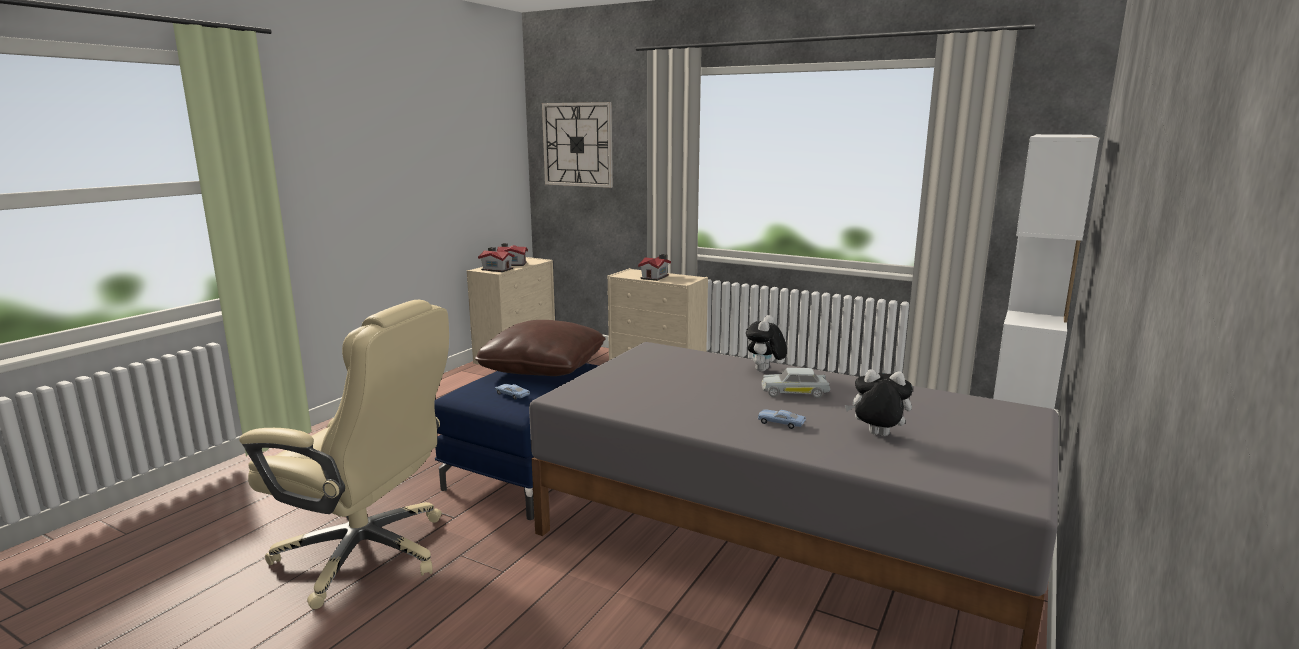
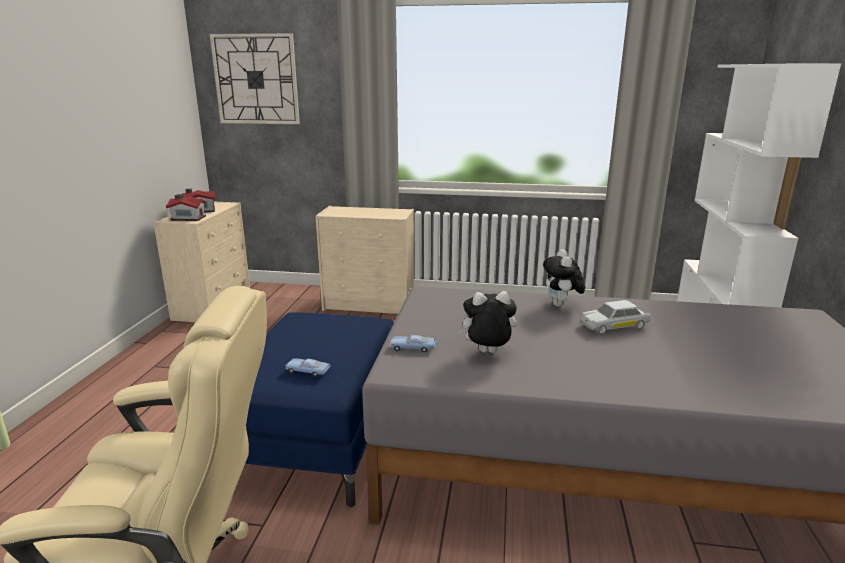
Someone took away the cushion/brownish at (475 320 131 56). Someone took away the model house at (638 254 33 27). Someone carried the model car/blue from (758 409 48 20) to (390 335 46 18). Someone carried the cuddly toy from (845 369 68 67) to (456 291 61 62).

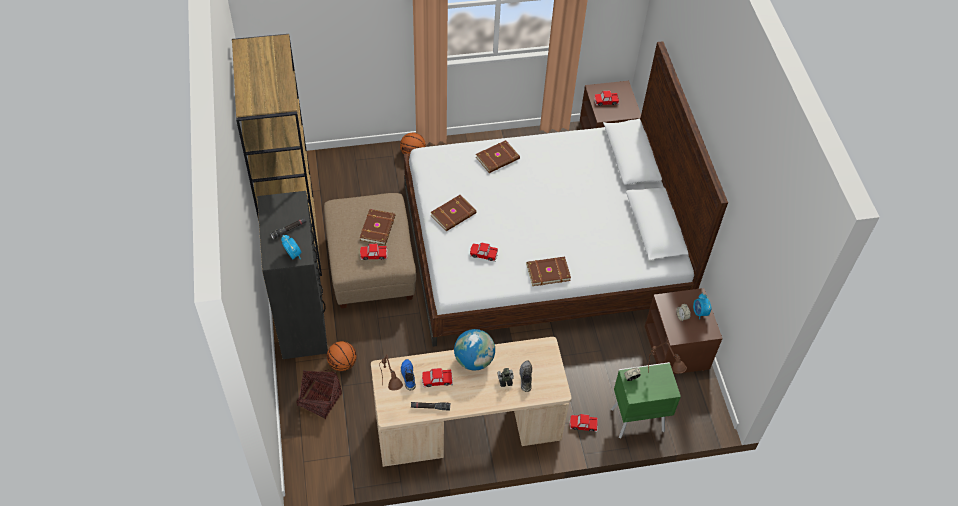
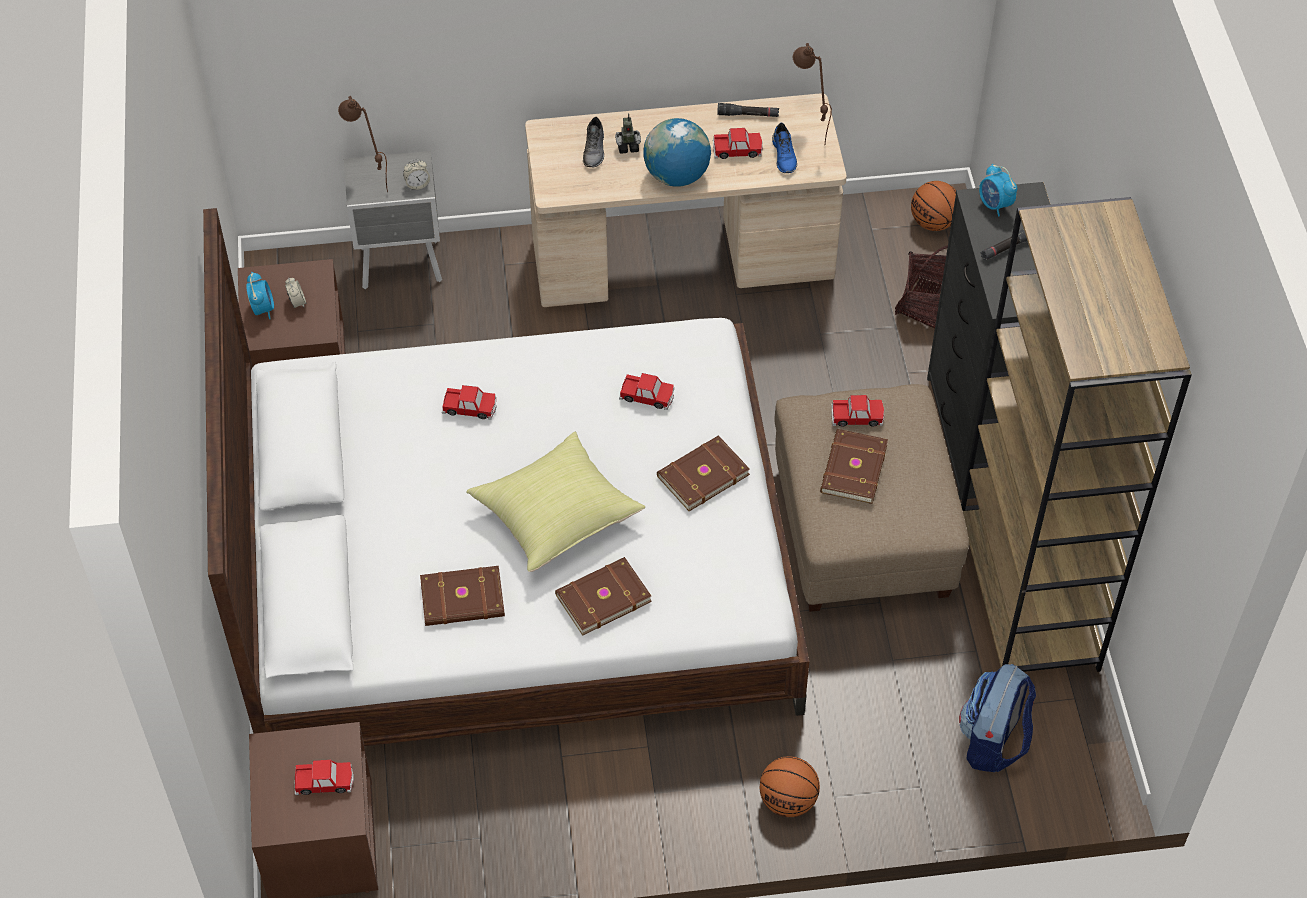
Someone carried the ball for basketball from (327 341 30 30) to (911 181 45 50). Someone carried the volume/brownish from (527 257 44 29) to (420 566 85 60). Someone carried the model car from (569 414 29 18) to (442 385 55 35). Someone repainted the night table/greenish at (611 362 70 77), which became the night table/gray at (344 151 98 138). Someone put down the cushion/yellow-coloured at (466 432 179 140). Someone put down the backpack at (959 664 77 108).

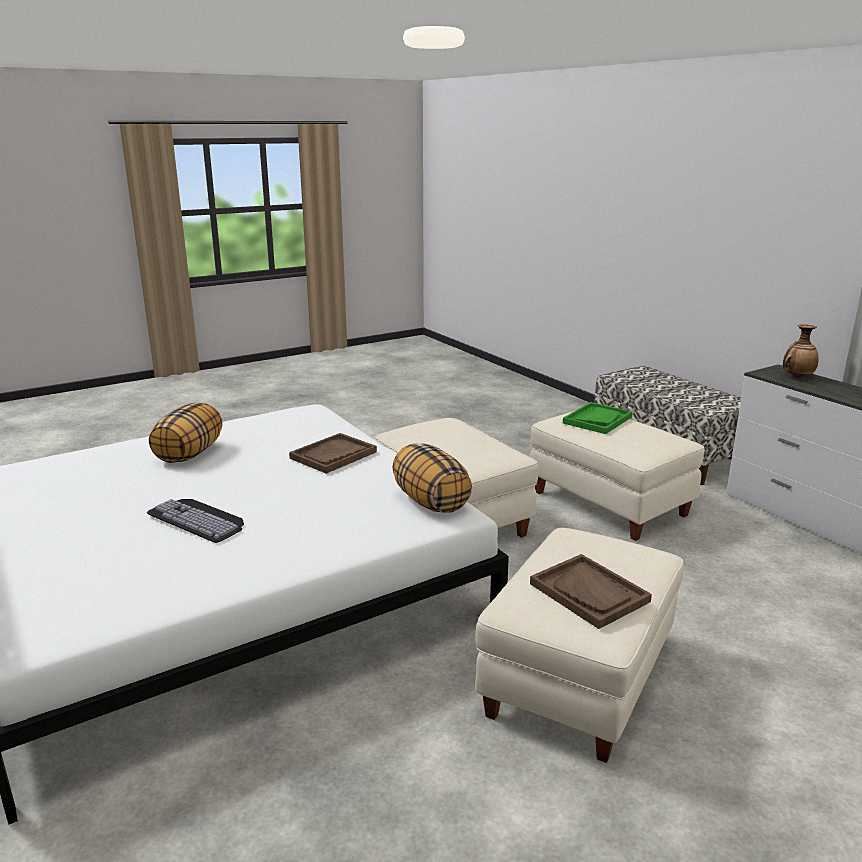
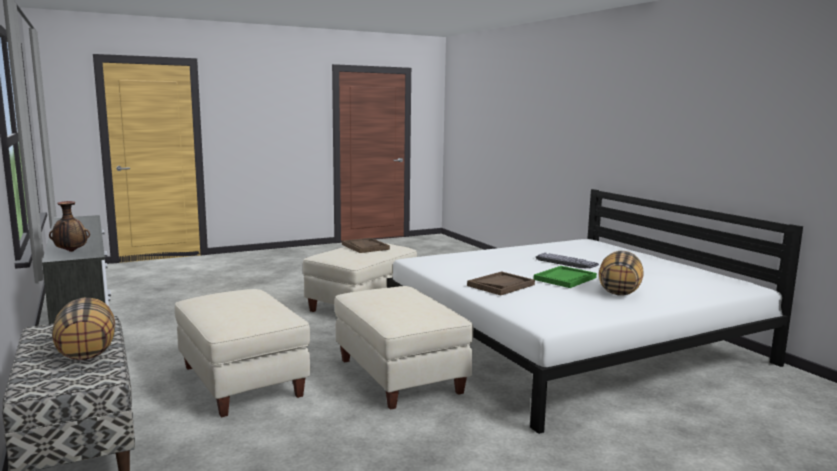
Someone carried the cushion from (392 444 80 69) to (52 298 63 62). Someone carried the carrying tray/greenish from (563 402 70 32) to (533 266 64 22).

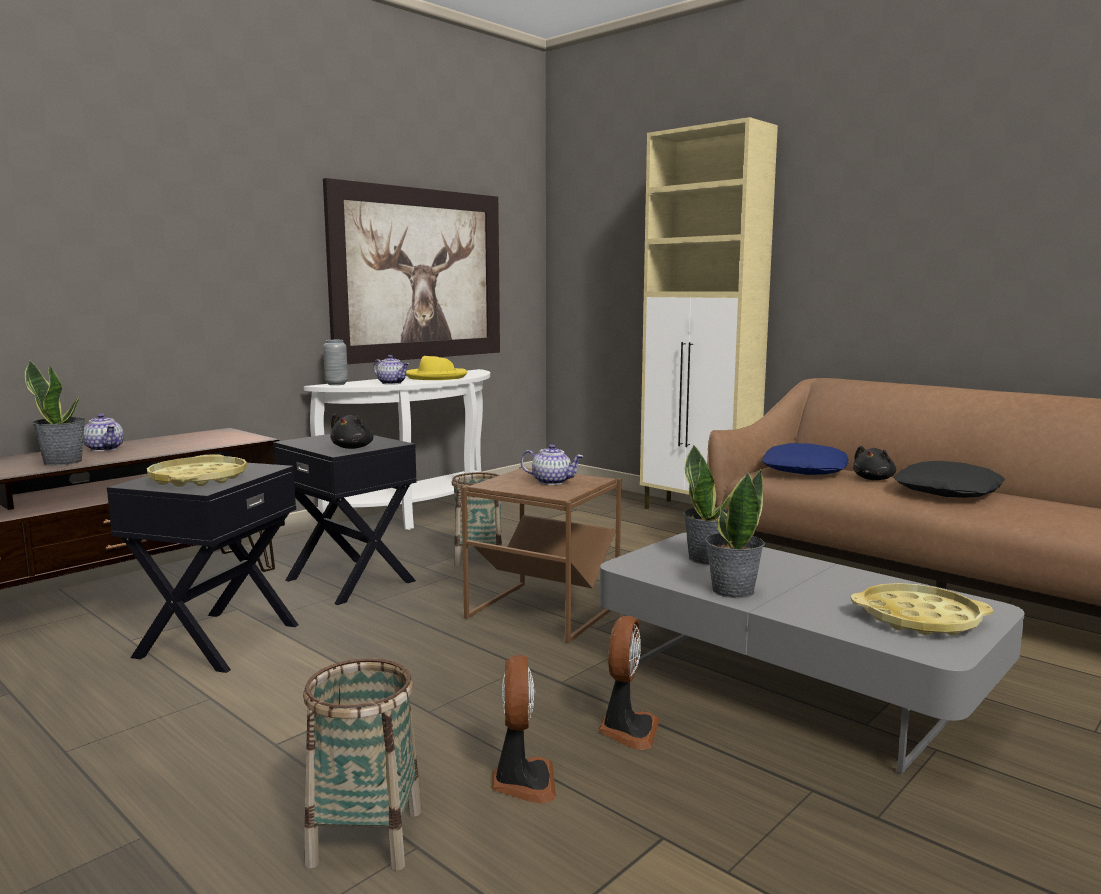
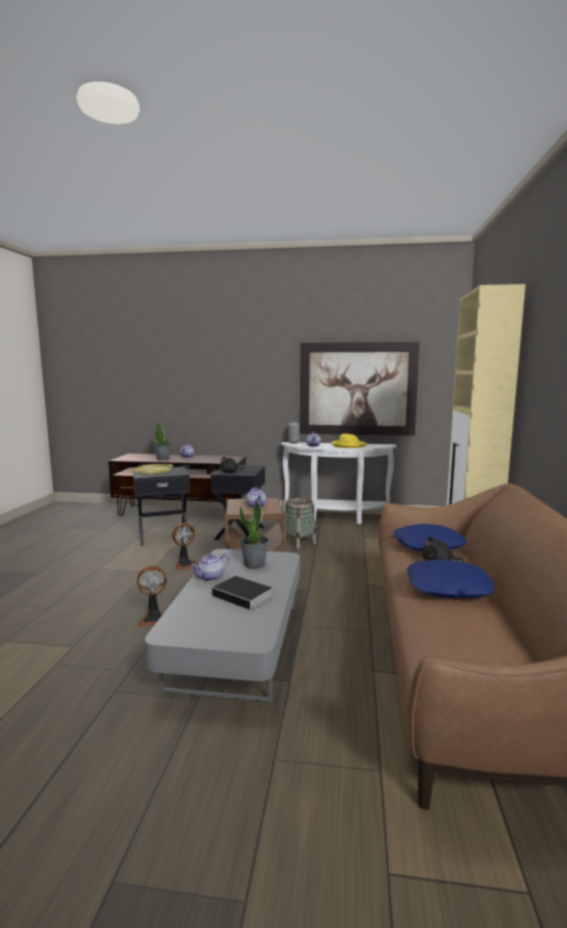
Someone took away the household basket at (303 658 119 213). Someone carried the cooling fan from (491 655 65 148) to (172 523 26 47). Someone swapped the plant in a pot at (705 469 60 130) for the pot for tea at (191 553 38 28). Someone took away the carrying tray/yellow-coloured at (851 583 142 52). Someone repainted the cushion/black at (894 461 111 37), which became the cushion/blue at (407 559 88 40). Someone put down the volume at (212 576 60 36).

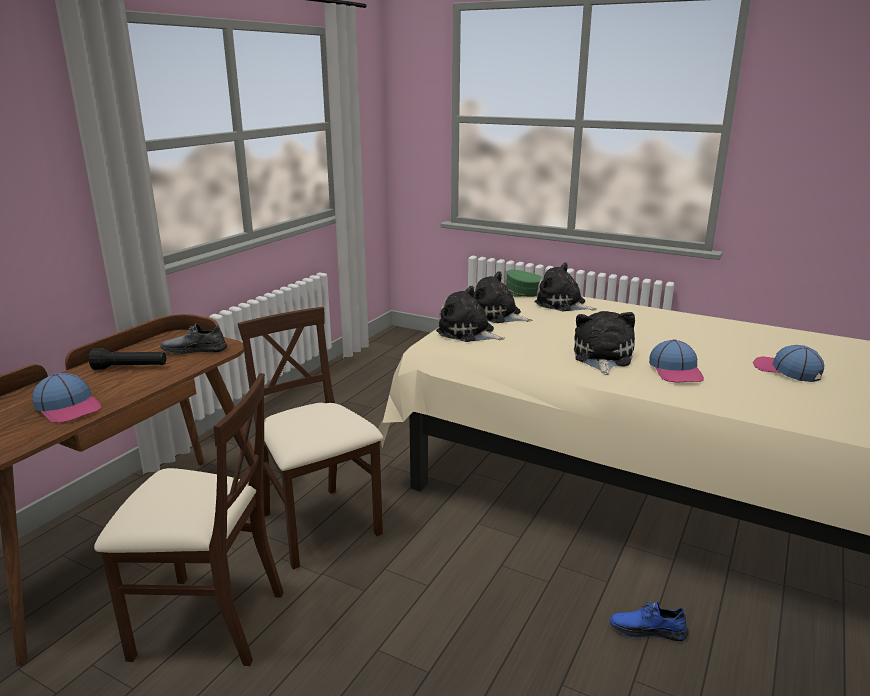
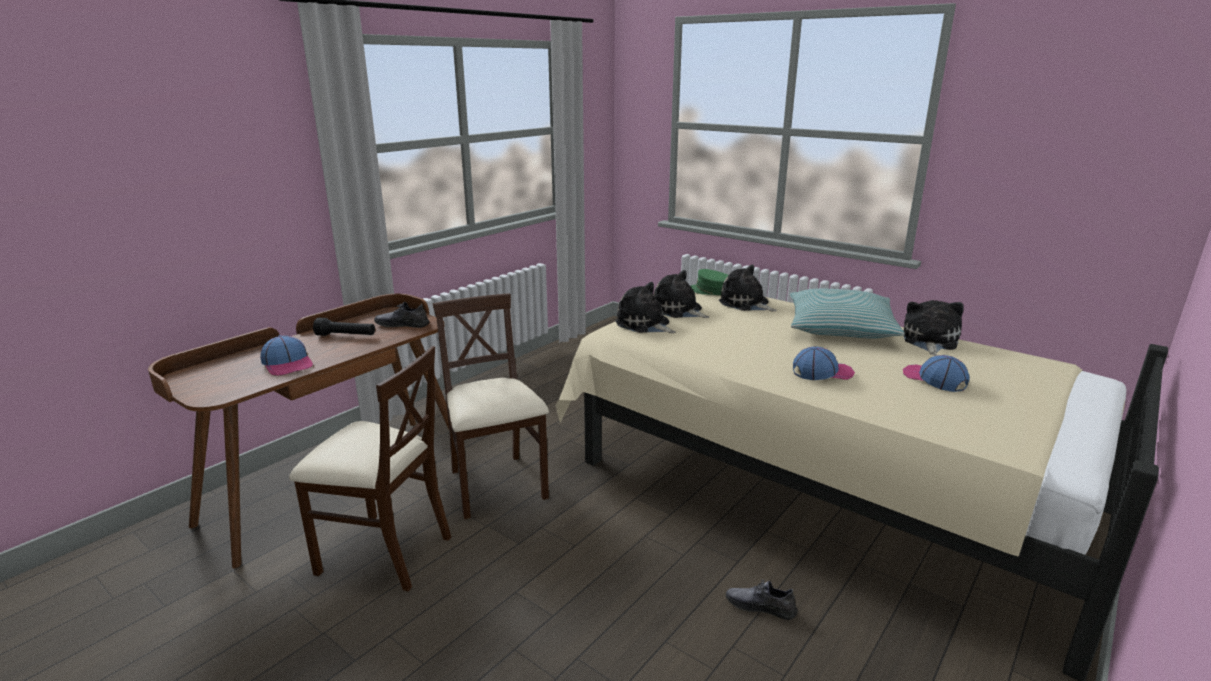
Someone carried the cuddly toy from (574 311 61 64) to (904 300 60 56). Someone repainted the shoe/blue at (610 601 79 40), which became the shoe/gray at (726 580 72 40). Someone rotated the cap at (649 339 55 44) by 105 degrees counterclockwise. Someone put down the cushion at (790 289 115 50).

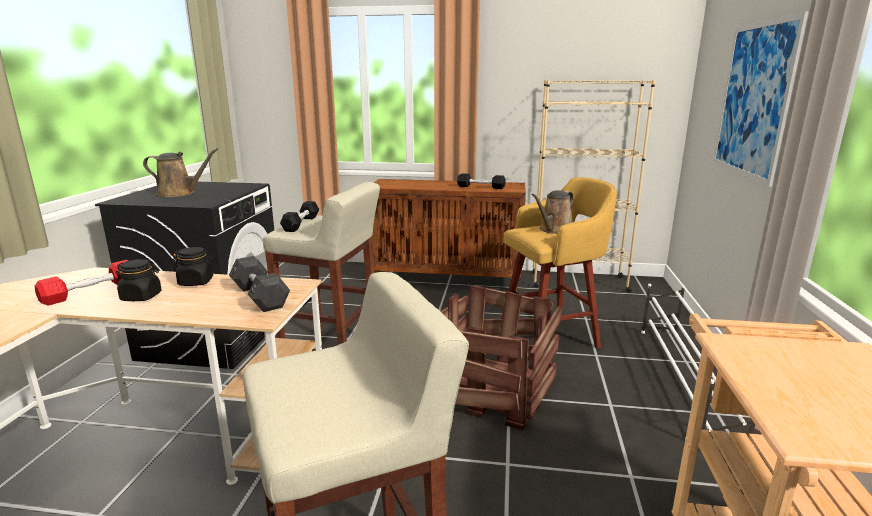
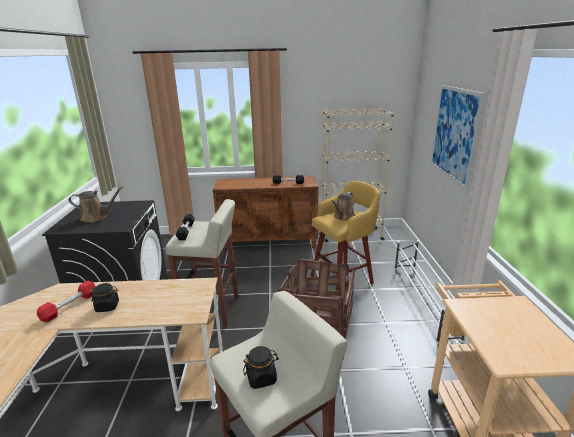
Someone carried the jar/black from (173 247 41 39) to (243 346 36 43). Someone took away the dumbbell/gray at (229 256 61 56).

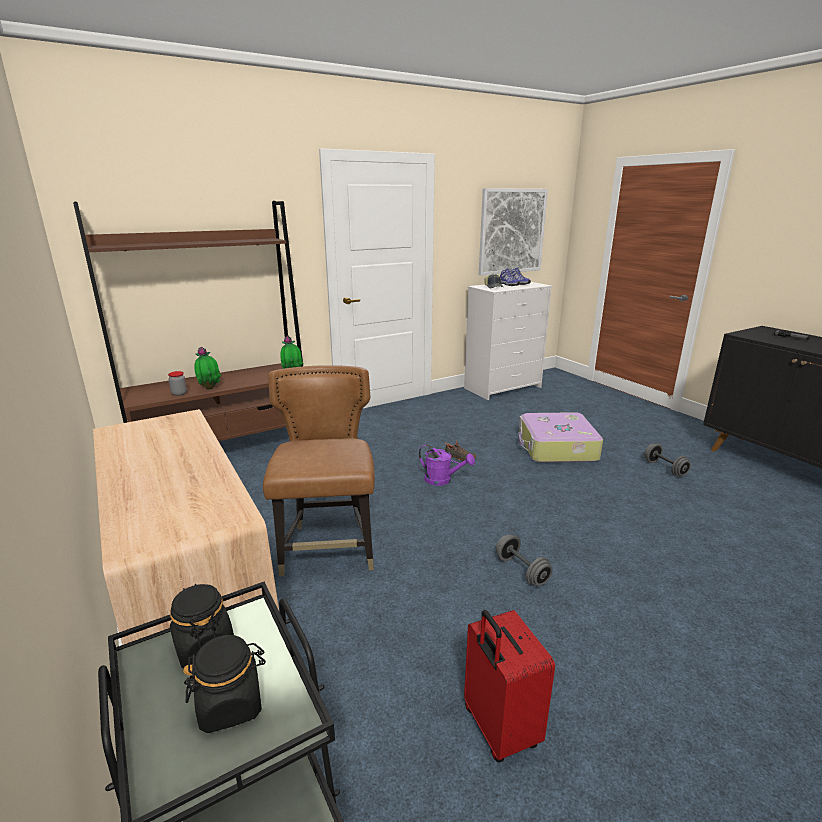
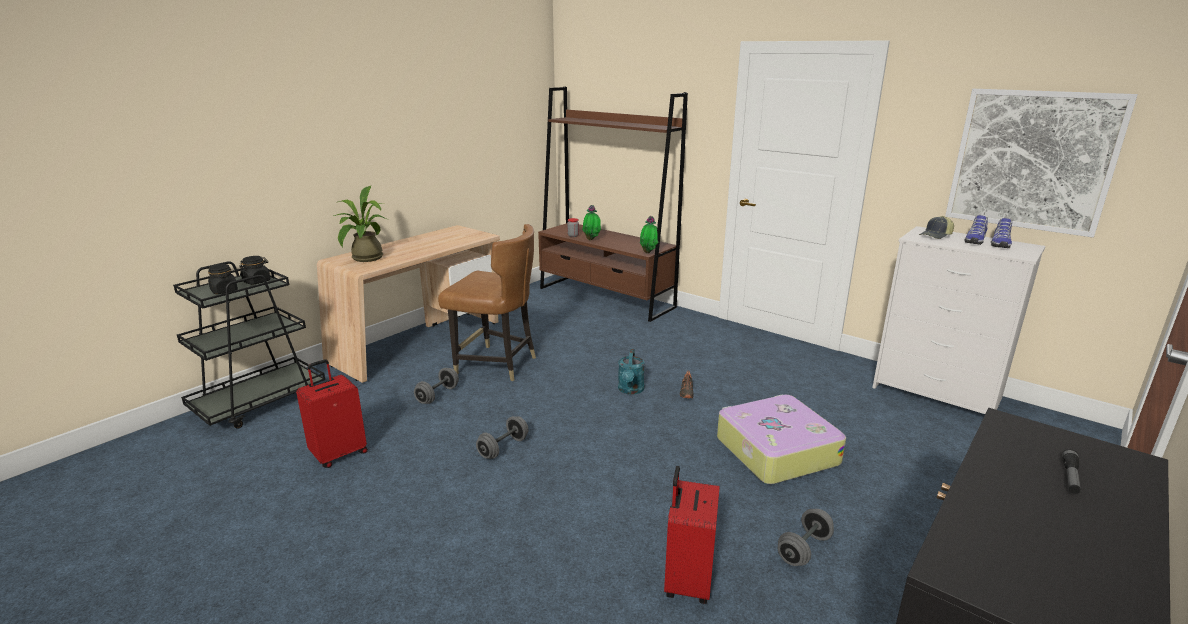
Someone rotated the chair/brownish at (263 365 112 212) by 45 degrees clockwise. Someone repainted the sprinkling can/purple-coloured at (419 444 56 42), which became the sprinkling can/blue-green at (618 348 27 47). Someone put down the plant in a pot at (333 186 55 76). Someone put down the dumbbell/gray at (414 368 45 36). Someone put down the suitcase/red at (664 466 56 138).

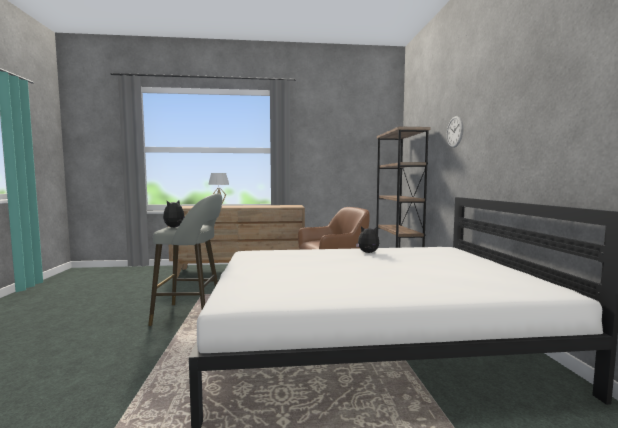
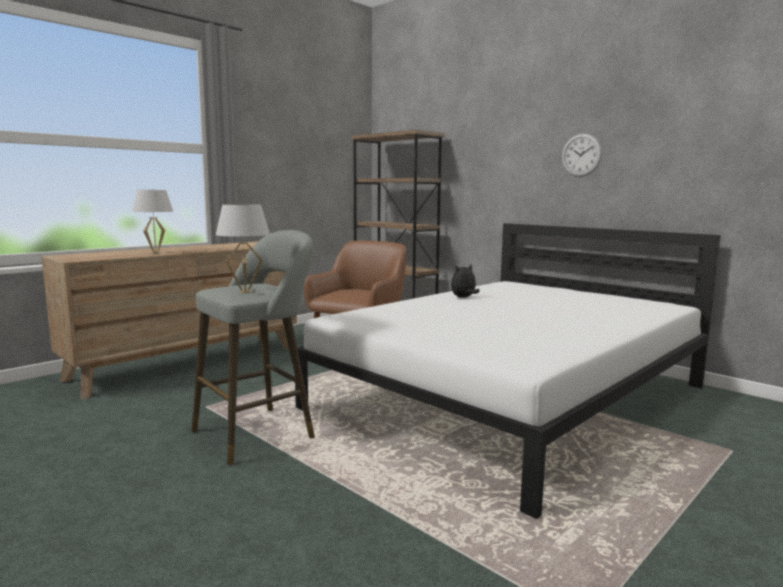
Someone swapped the cuddly toy at (163 200 22 27) for the table lamp/whitish at (216 204 54 89). Someone carried the wall clock from (447 116 17 32) to (562 134 40 43).

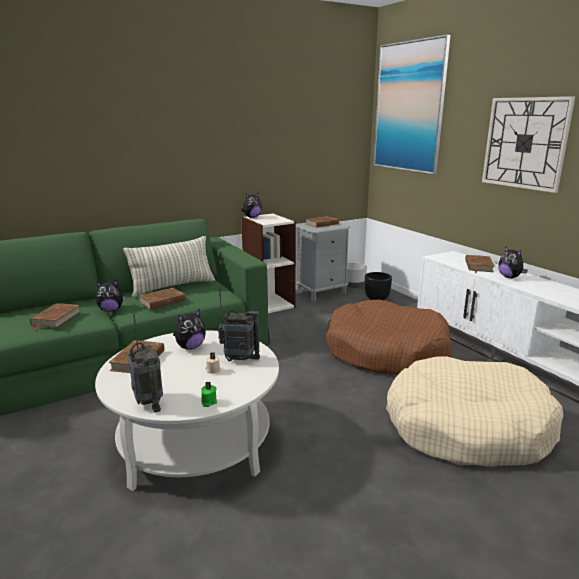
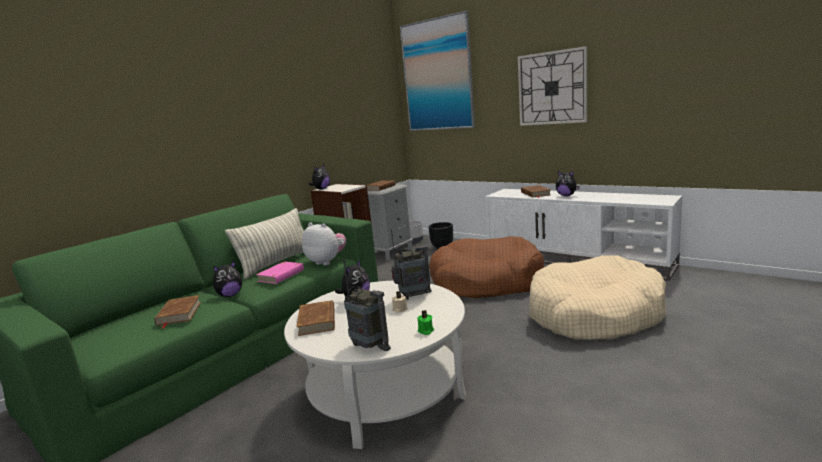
Someone repainted the volume/brownish at (139 288 50 21), which became the volume/pink-coloured at (256 262 48 22). Someone put down the cuddly toy at (302 222 44 43).

